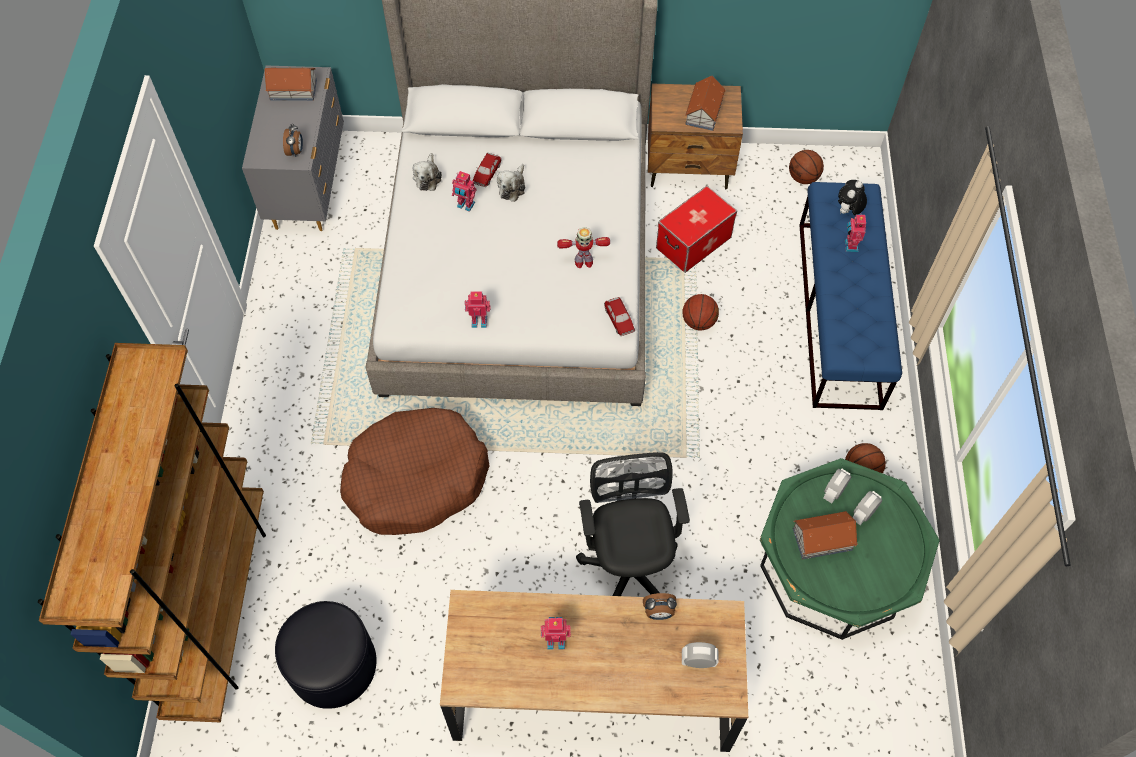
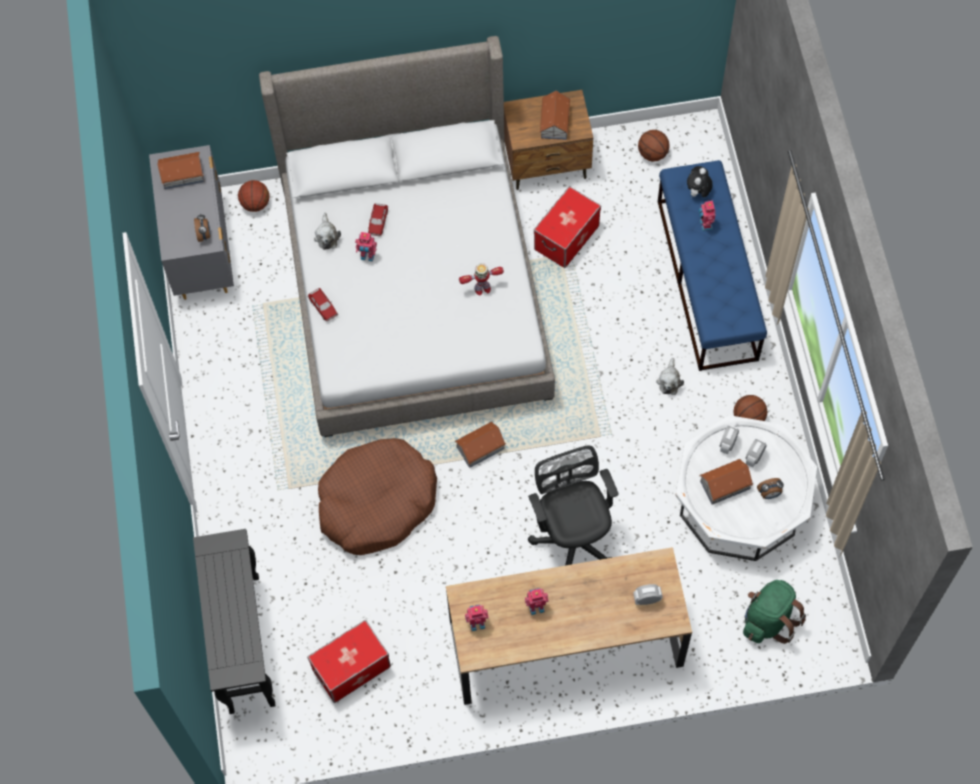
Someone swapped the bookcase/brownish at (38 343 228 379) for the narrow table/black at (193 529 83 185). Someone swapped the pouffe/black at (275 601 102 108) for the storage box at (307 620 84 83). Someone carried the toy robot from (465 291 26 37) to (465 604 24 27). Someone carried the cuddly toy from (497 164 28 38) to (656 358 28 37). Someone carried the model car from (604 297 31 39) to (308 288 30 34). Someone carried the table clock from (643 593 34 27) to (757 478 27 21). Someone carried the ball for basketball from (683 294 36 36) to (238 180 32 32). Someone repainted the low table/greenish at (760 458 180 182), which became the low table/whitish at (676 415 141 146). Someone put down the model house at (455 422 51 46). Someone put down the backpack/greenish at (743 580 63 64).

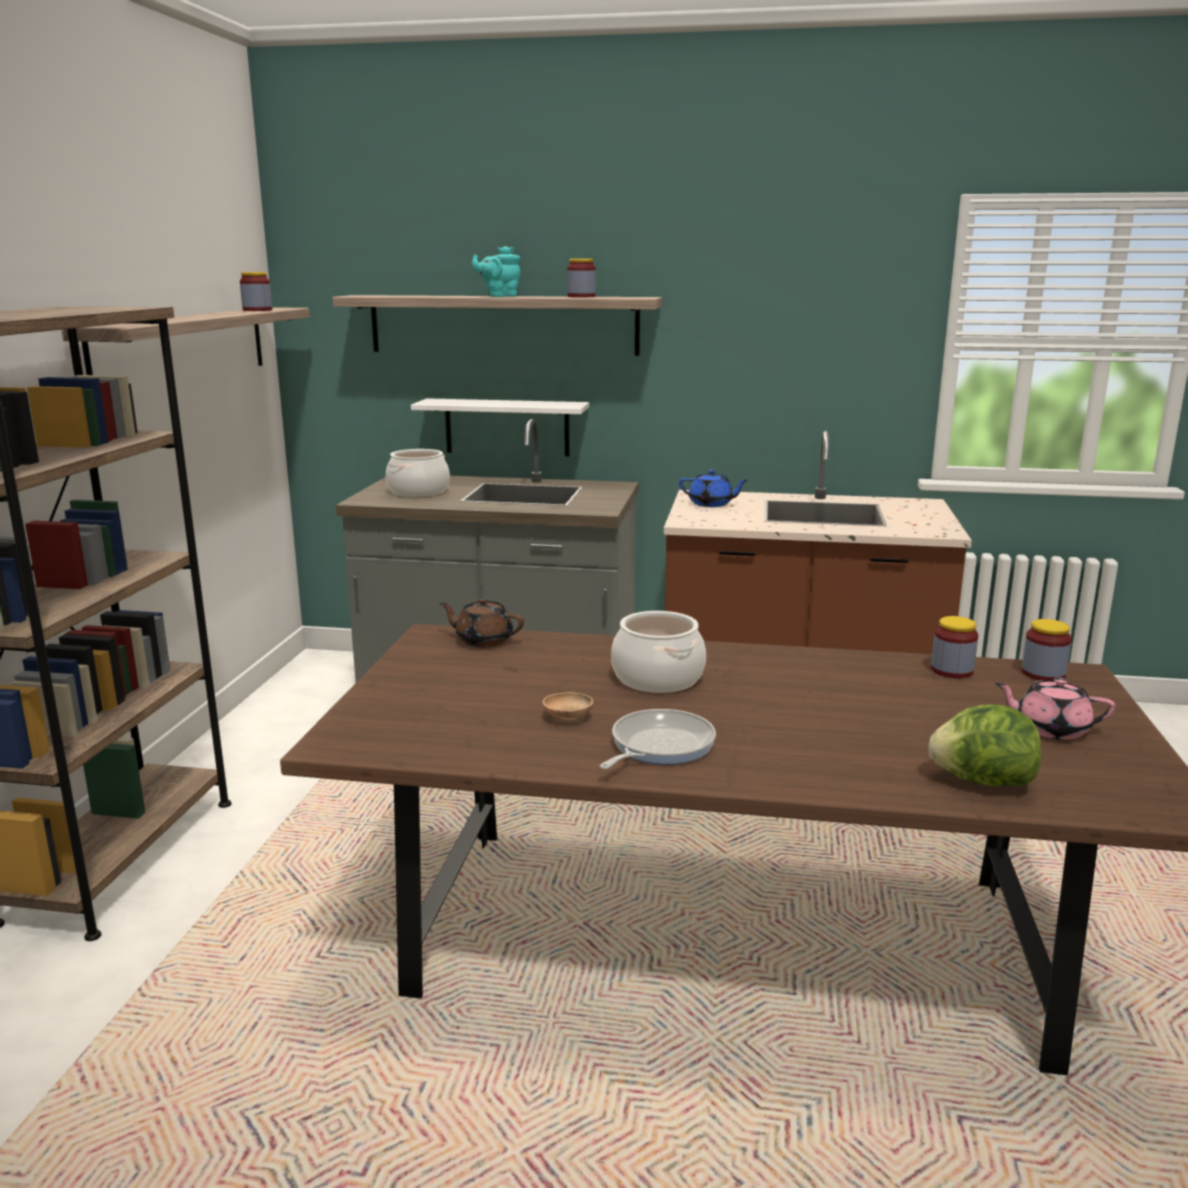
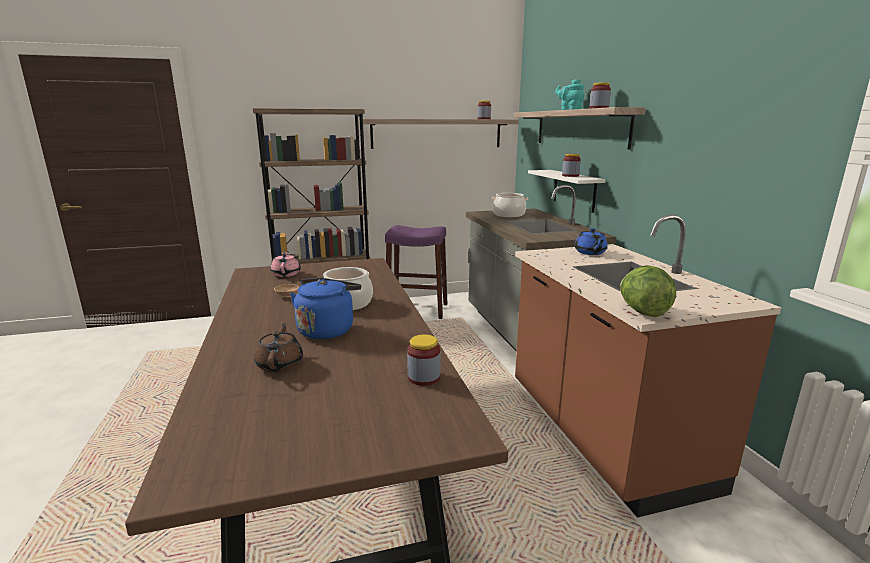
Someone carried the pot for tea/brownish from (439 598 85 49) to (254 323 49 50). Someone took away the pan at (600 709 116 60). Someone carried the lettuce head from (928 705 114 82) to (620 265 56 52). Someone carried the pot for tea/pink-coloured from (995 677 120 63) to (271 251 30 26). Someone carried the jar from (1021 619 51 62) to (562 154 19 23). Someone put down the kettle/blue at (290 278 71 61). Someone put down the sitting stool/purple-coloured at (385 225 62 94).

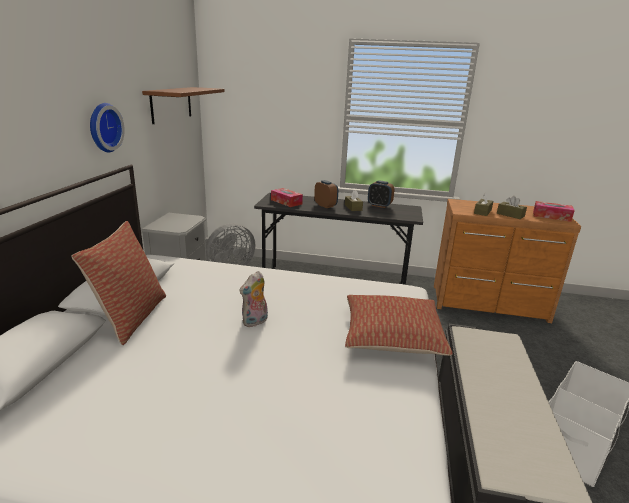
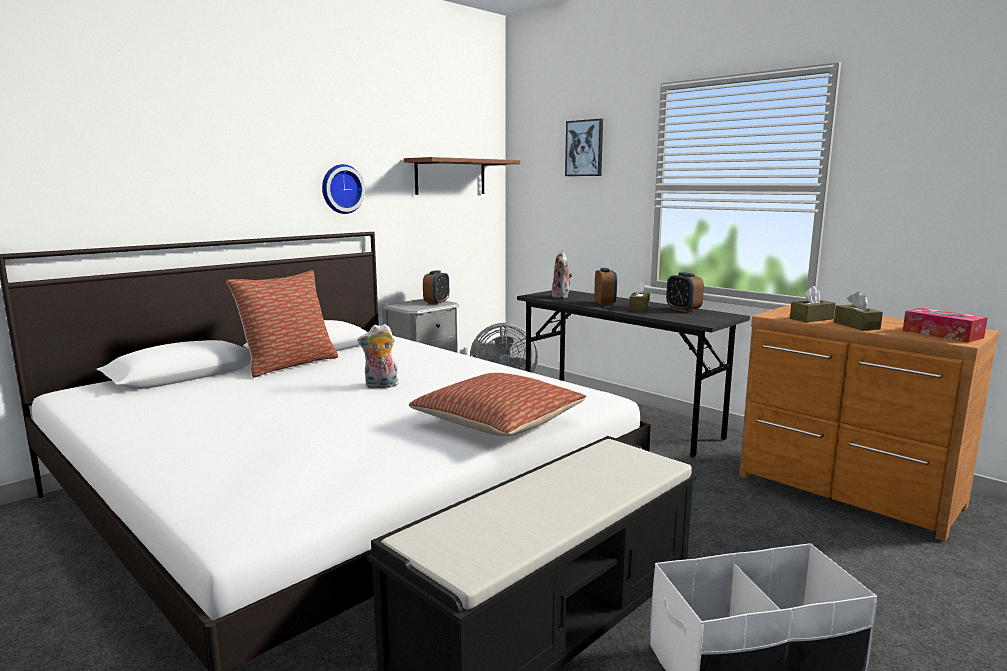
Someone swapped the tissue holder at (271 188 32 19) for the cuddly toy at (551 251 22 47). Someone put down the table clock at (423 270 26 35). Someone put up the wall art at (565 119 38 57).

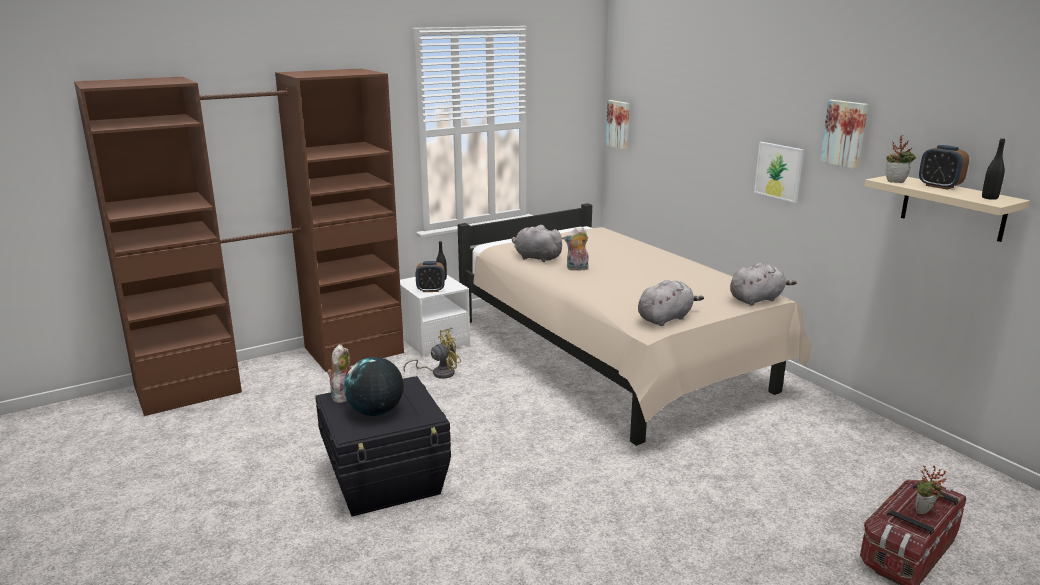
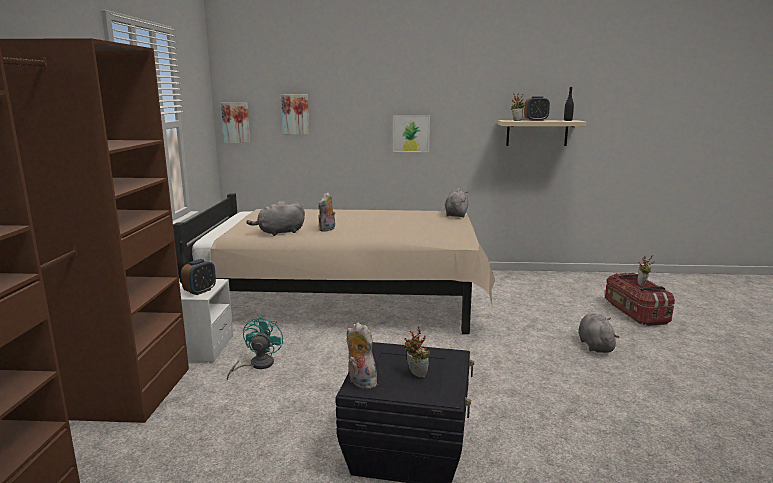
Someone swapped the desk globe at (344 357 60 59) for the plant in a pot at (404 326 26 51). Someone repainted the cooling fan/yellow-coloured at (403 330 58 49), which became the cooling fan/blue-green at (227 316 57 64). Someone carried the cuddly toy/gray from (638 280 66 46) to (578 313 41 40). Someone carried the wall art from (820 100 48 69) to (281 94 28 41).

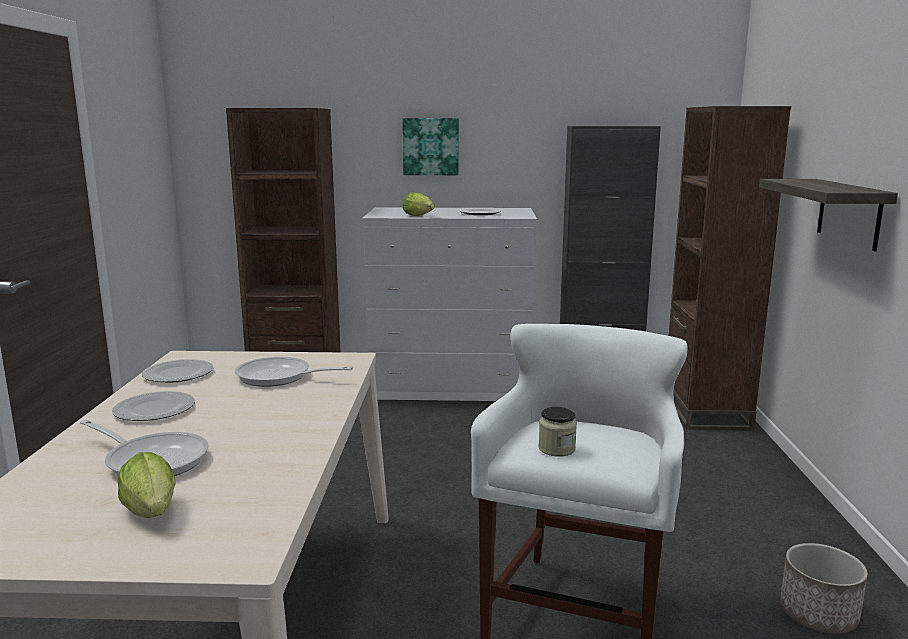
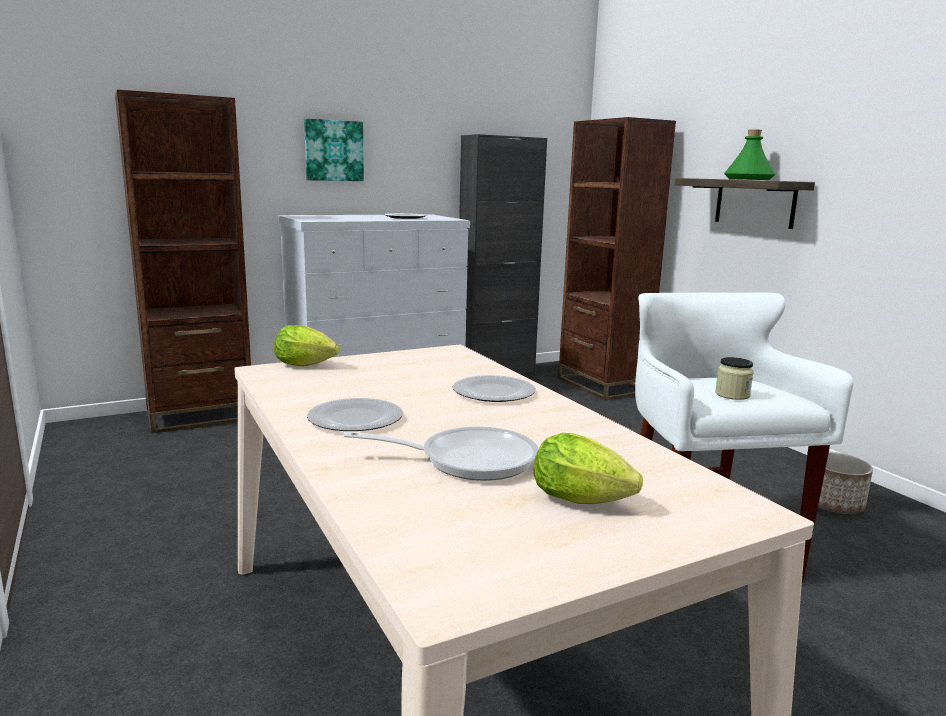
Someone carried the plate from (142 359 72 24) to (453 375 83 27). Someone took away the pan at (235 357 118 30). Someone carried the lettuce head from (403 192 32 24) to (274 325 65 42). Someone put down the drink bottle/greenish at (724 130 52 50).

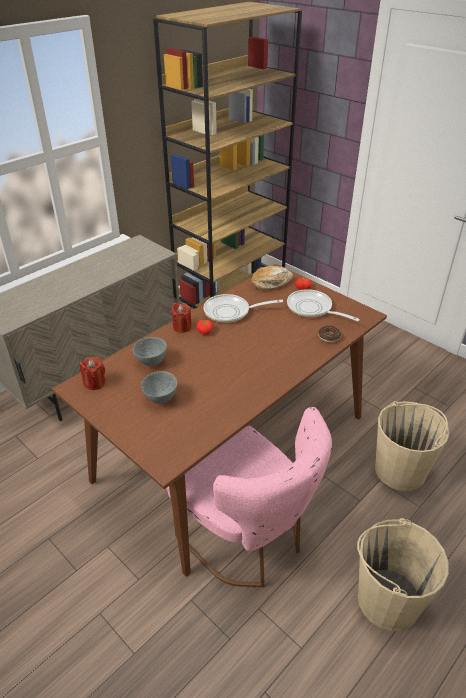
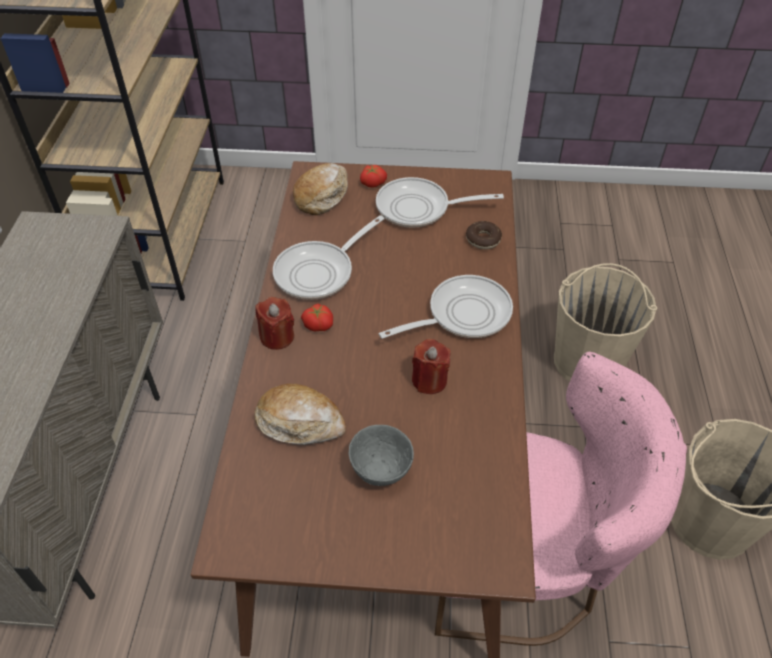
Someone carried the wax candle/red from (80 357 26 33) to (412 339 39 55). Someone swapped the deep dish/gray at (133 337 34 29) for the bread at (254 384 92 61). Someone put down the pan at (379 275 134 64).

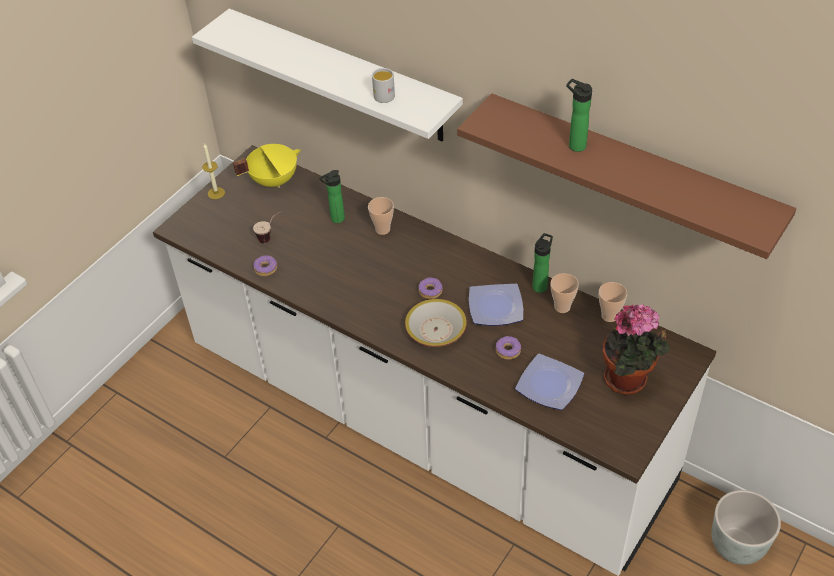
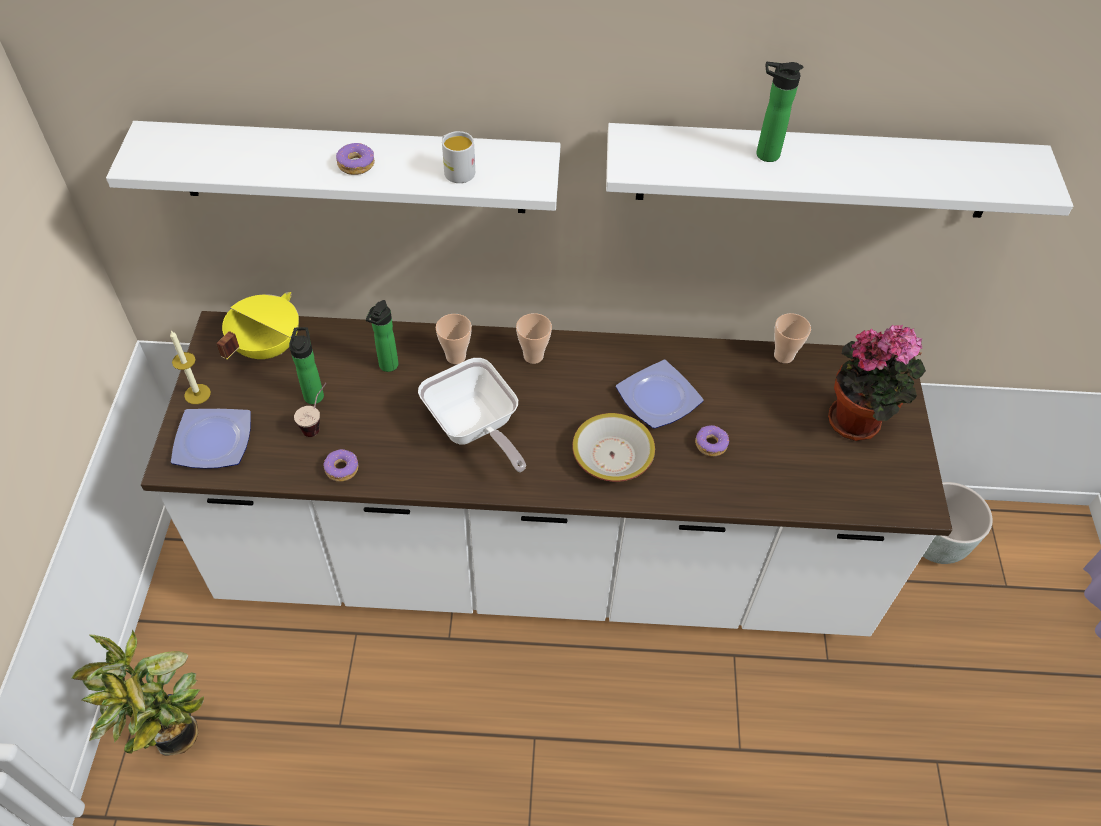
Someone carried the doughnut from (419 278 24 21) to (336 143 39 32). Someone repainted the bracket shelf/brownish at (457 93 339 166), which became the bracket shelf/whitish at (606 123 467 95). Someone carried the plate from (515 354 69 56) to (171 409 80 60). Someone carried the drink bottle from (532 233 21 60) to (289 327 35 77). Someone carried the drinking cup from (550 273 29 40) to (516 313 36 51). Someone put down the plant in a pot at (71 629 133 127). Someone put down the pan at (418 358 108 114).

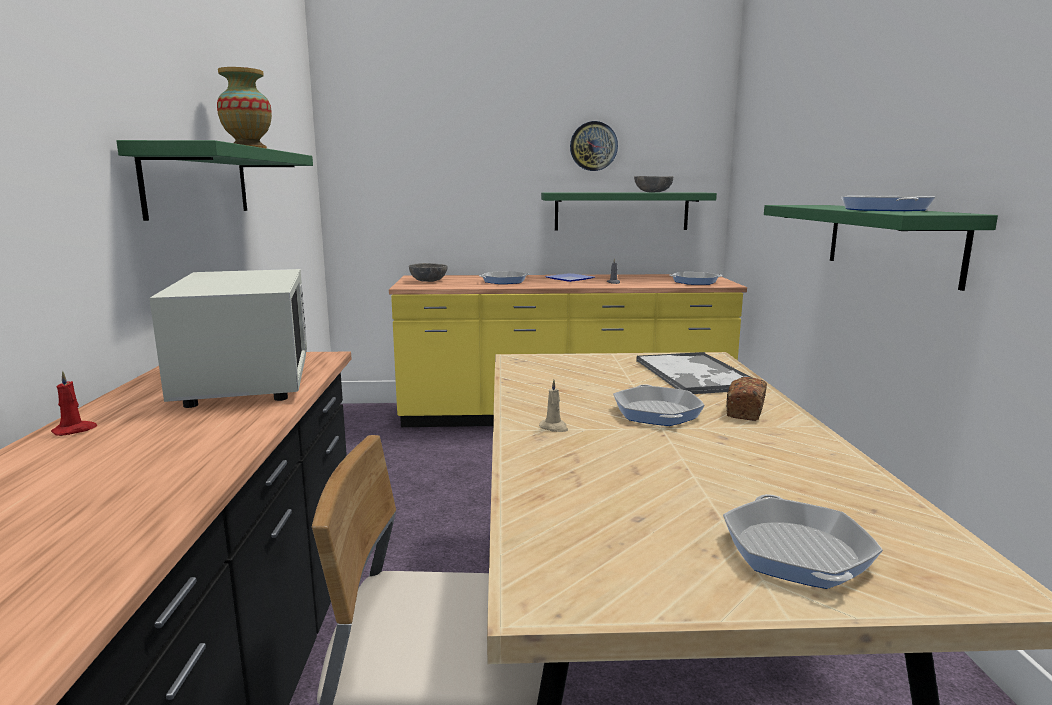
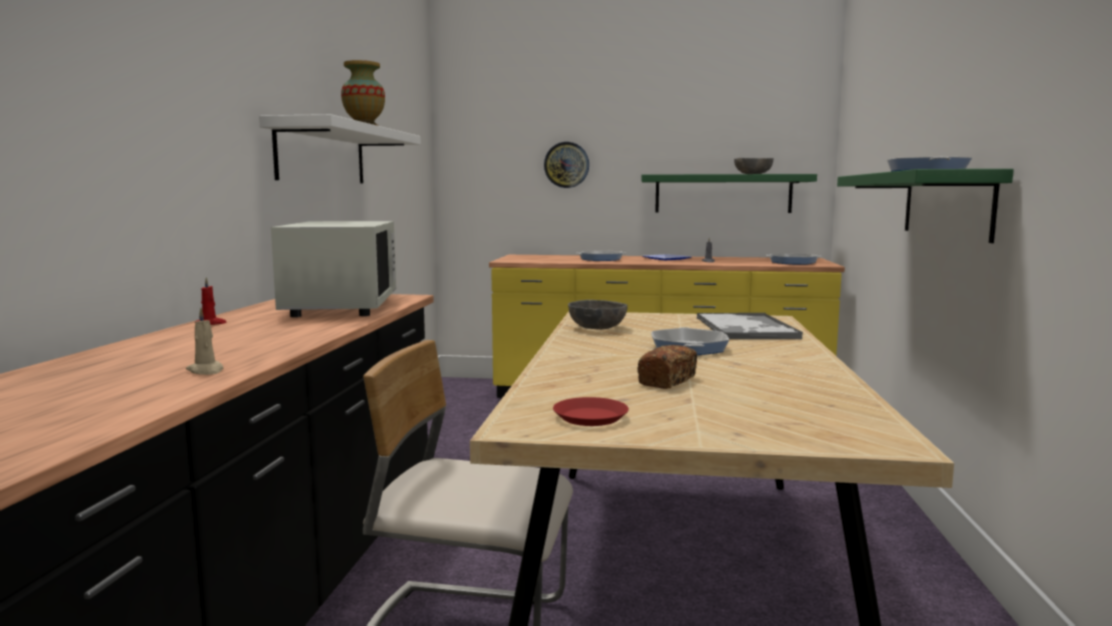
Someone repainted the bracket shelf/greenish at (117 140 196 81), which became the bracket shelf/whitish at (259 114 162 69). Someone carried the deep dish/gray from (409 263 38 19) to (568 300 59 30). Someone carried the wax candle/beige from (539 380 29 52) to (186 308 37 67). Someone carried the wall clock from (570 121 48 50) to (544 142 45 46). Someone took away the pan at (723 494 160 95). Someone carried the bread from (726 377 41 44) to (637 345 60 44). Someone put down the plate/red at (553 397 76 29).

